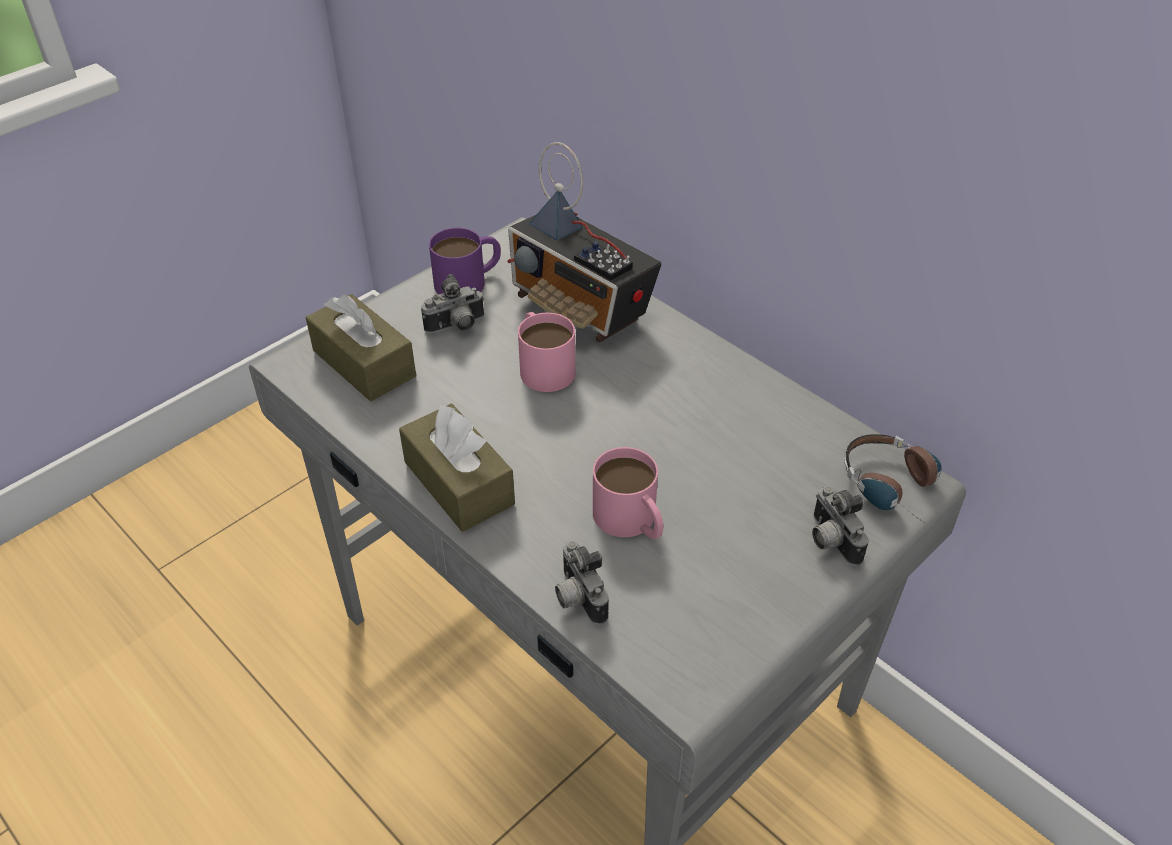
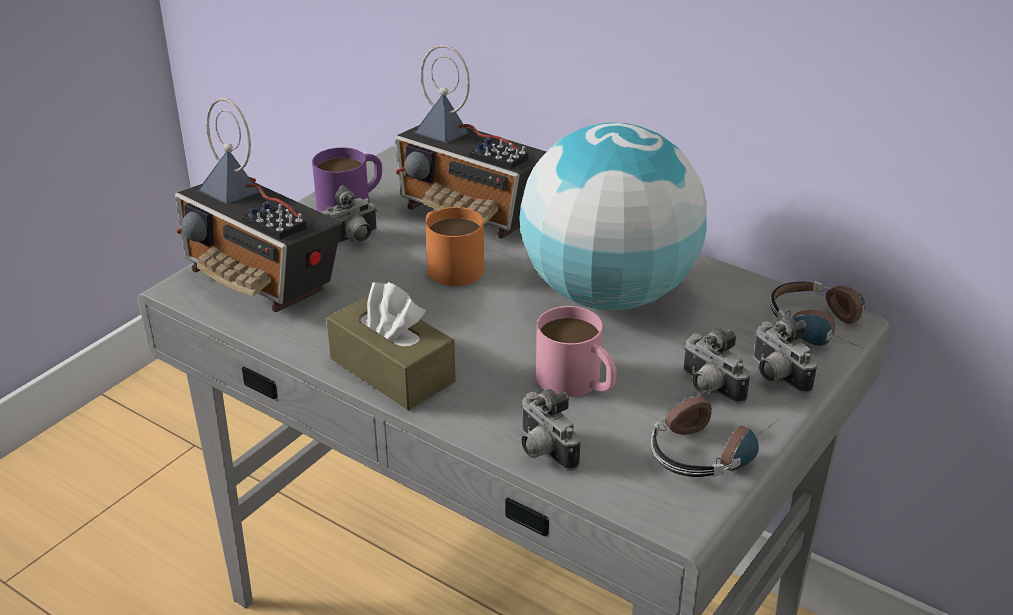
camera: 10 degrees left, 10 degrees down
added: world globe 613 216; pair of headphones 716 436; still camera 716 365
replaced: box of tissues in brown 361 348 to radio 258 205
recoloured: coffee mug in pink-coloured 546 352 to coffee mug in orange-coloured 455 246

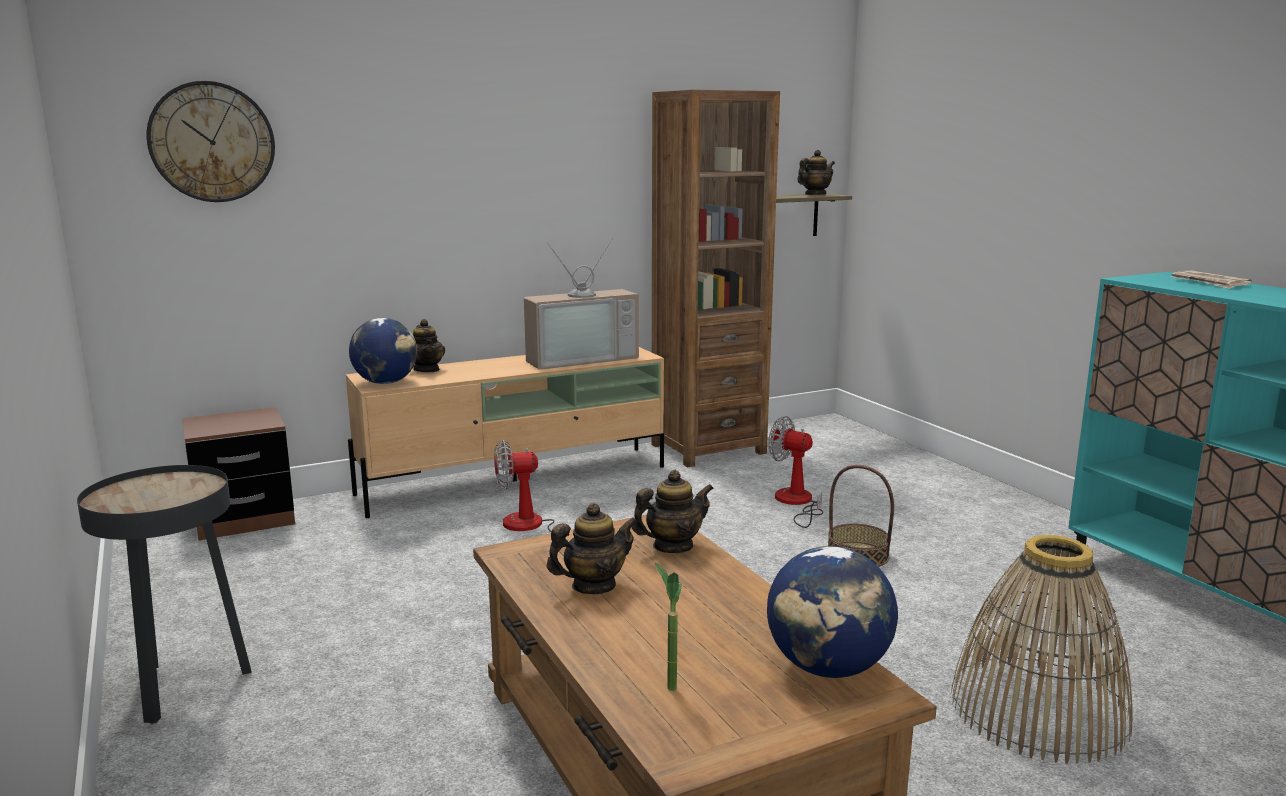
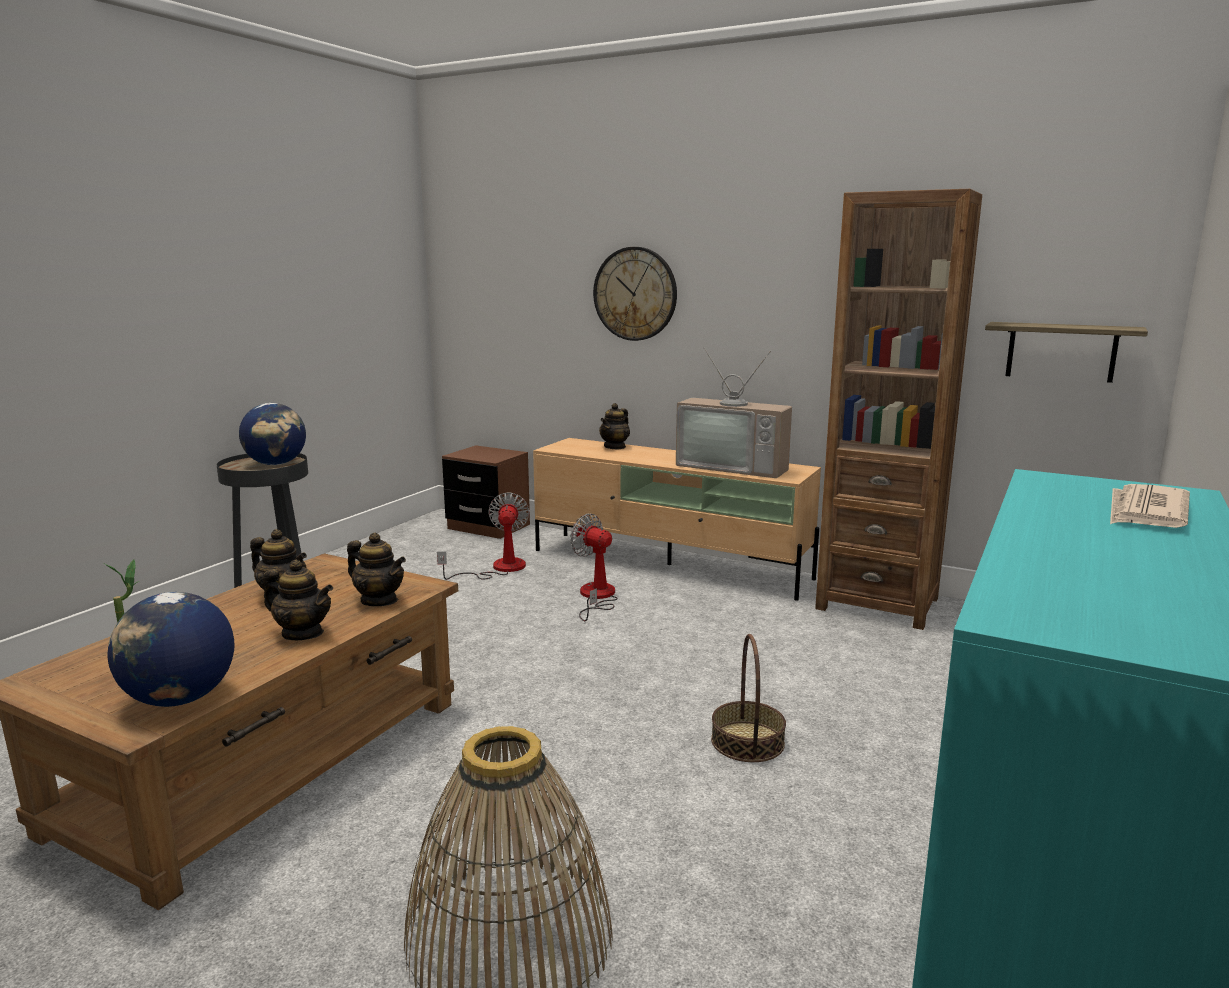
camera: 55 degrees right, 0 degrees up
moved: world globe 383 351 to 272 434; tea pot 816 172 to 298 600; cooling fan 795 472 to 483 536; hanging clock 211 141 to 635 294

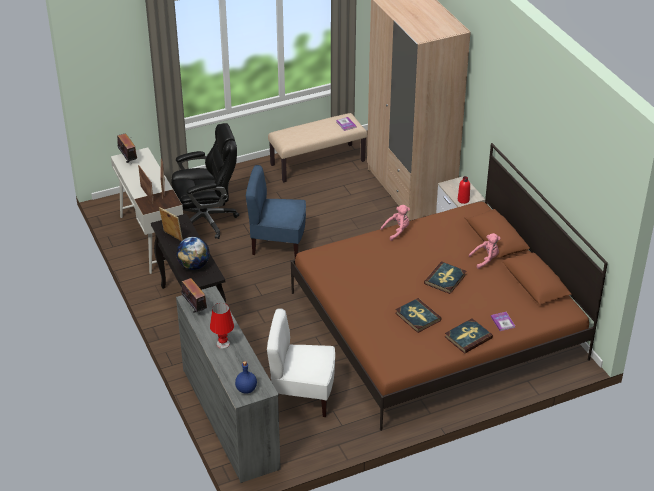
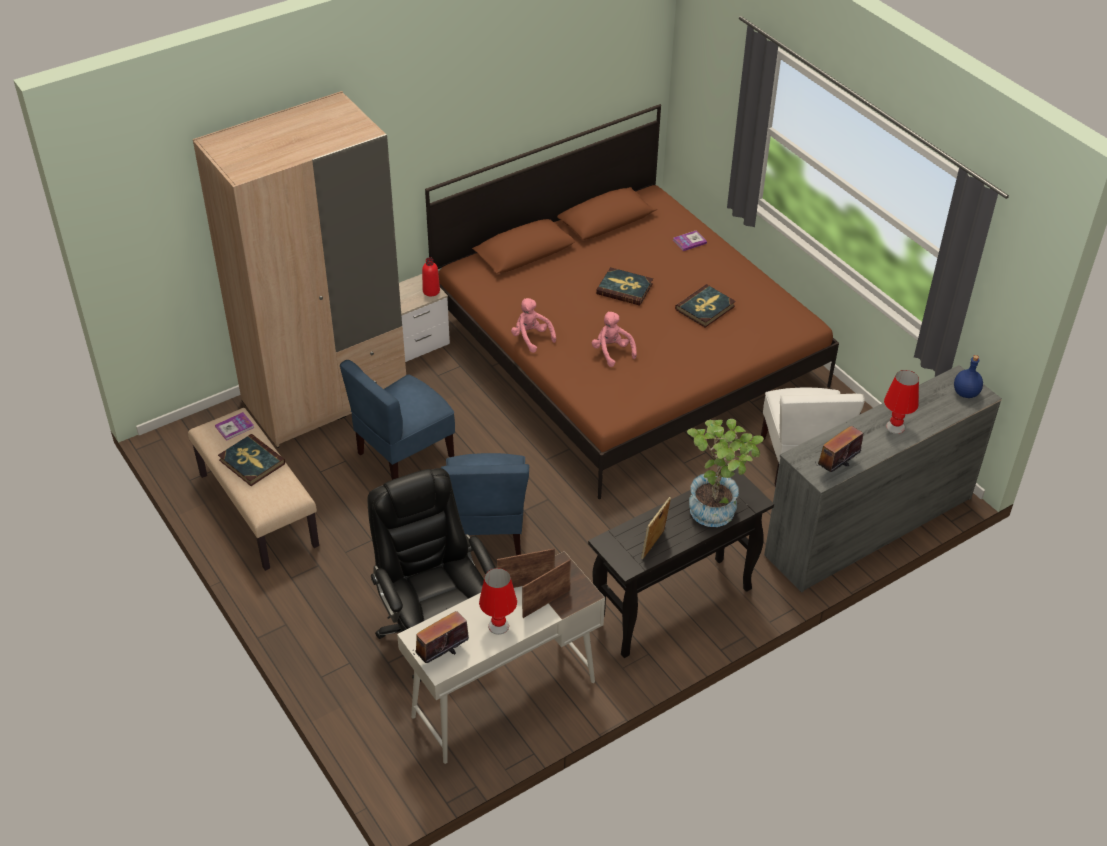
camera: 100 degrees left, 5 degrees up
added: upright chair in bluish 397 420; table lamp in reddish 498 601
moved: bound book 469 335 to 251 460; cuddly toy in pink-coloured 485 251 to 614 339
replaced: world globe 193 253 to houseplant 725 473

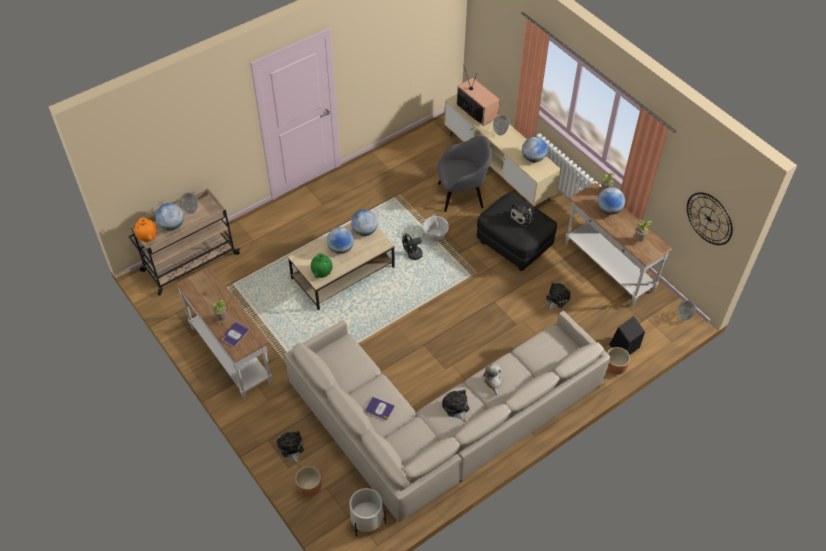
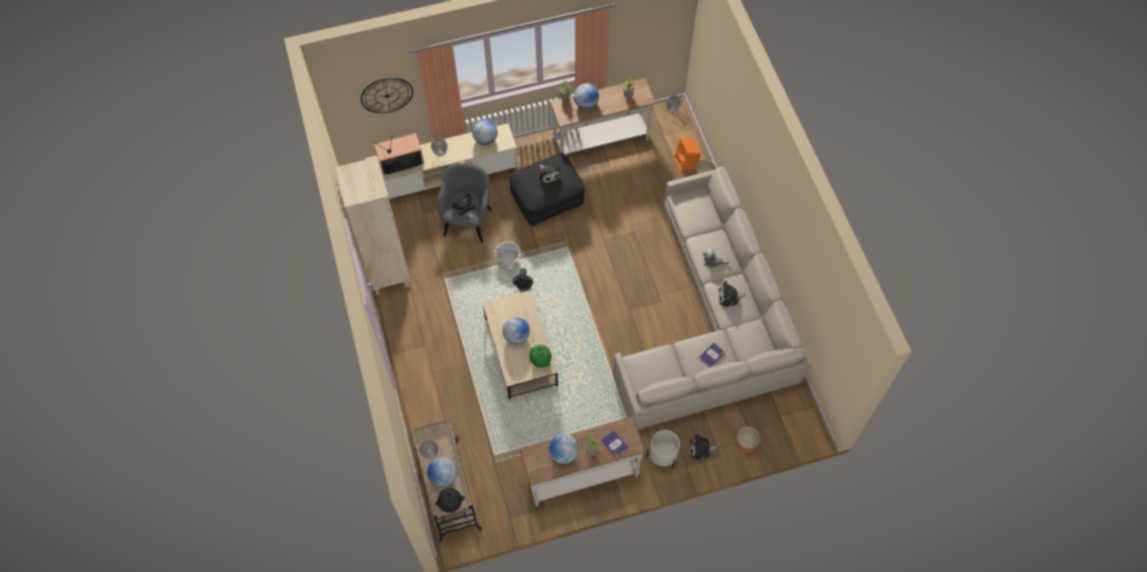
camera: 70 degrees left, 10 degrees up
added: bookcase in sand-coloured 373 226
moved: hanging clock 710 218 to 387 95; cuddly toy 558 296 to 464 205; world globe 364 223 to 564 449; plant pot in white 367 512 to 663 450
recoloured: vase in orange-coloured 145 229 to vase in black-coloured 450 500; loudspeaker in black-coloured 627 335 to loudspeaker in orange-coloured 687 155

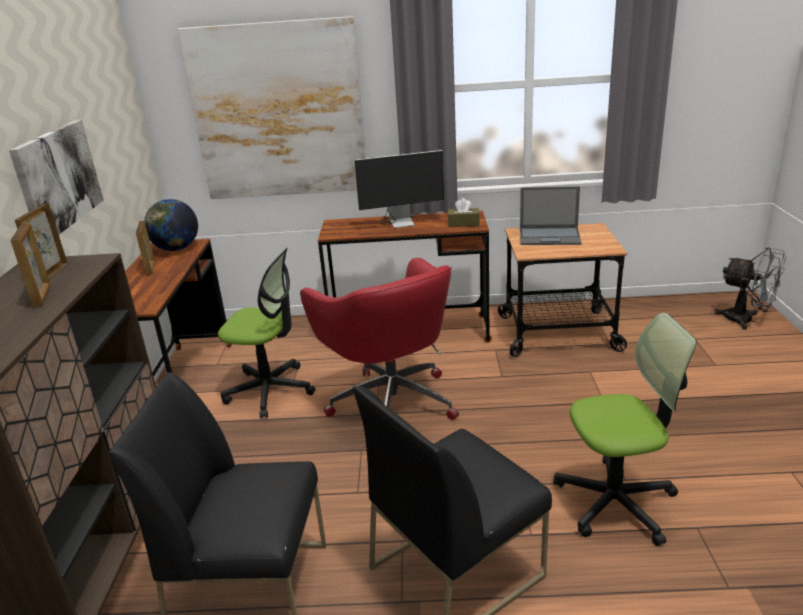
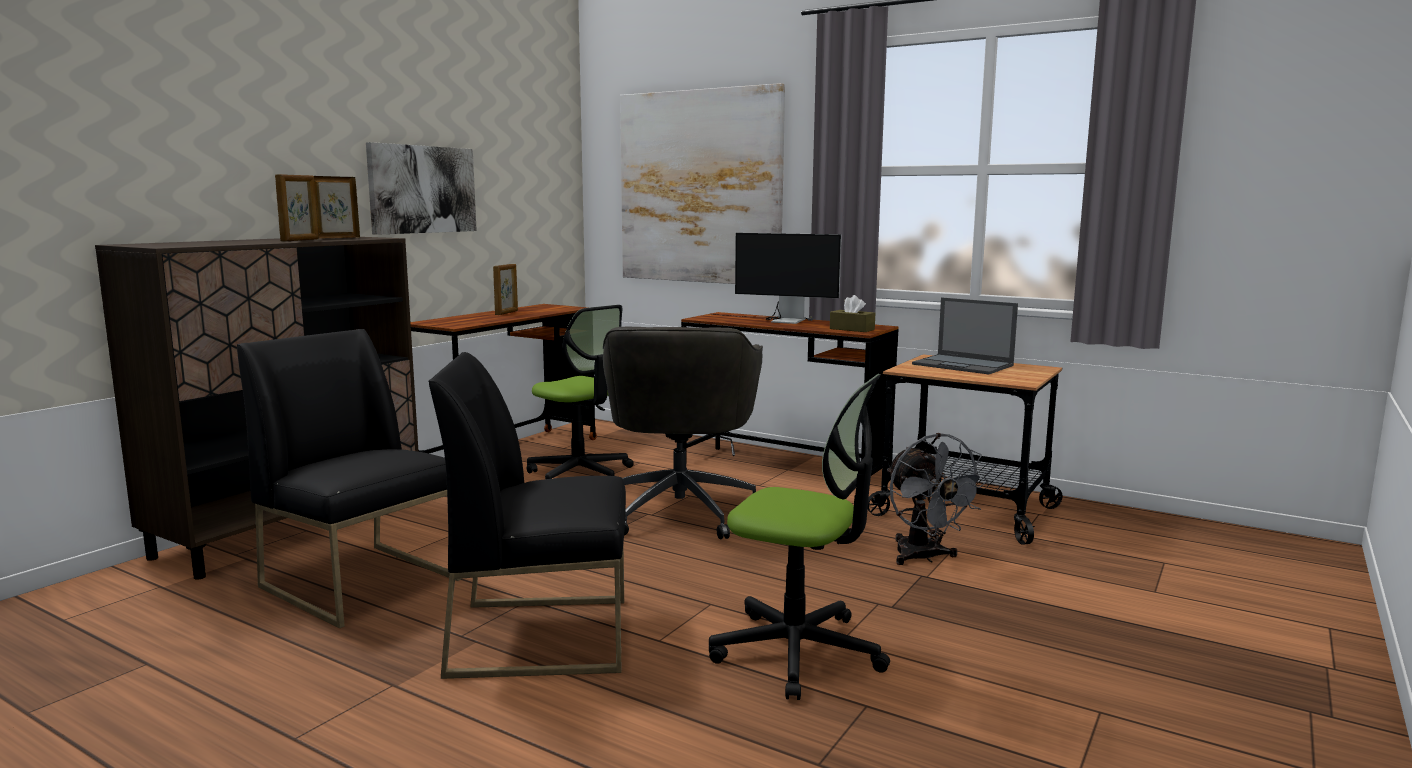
camera: 30 degrees right, 15 degrees down
removed: world globe 171 225
moved: cooling fan in gray 750 288 to 938 499
recoloured: desk chair in reddish 379 339 to desk chair in gray 683 433

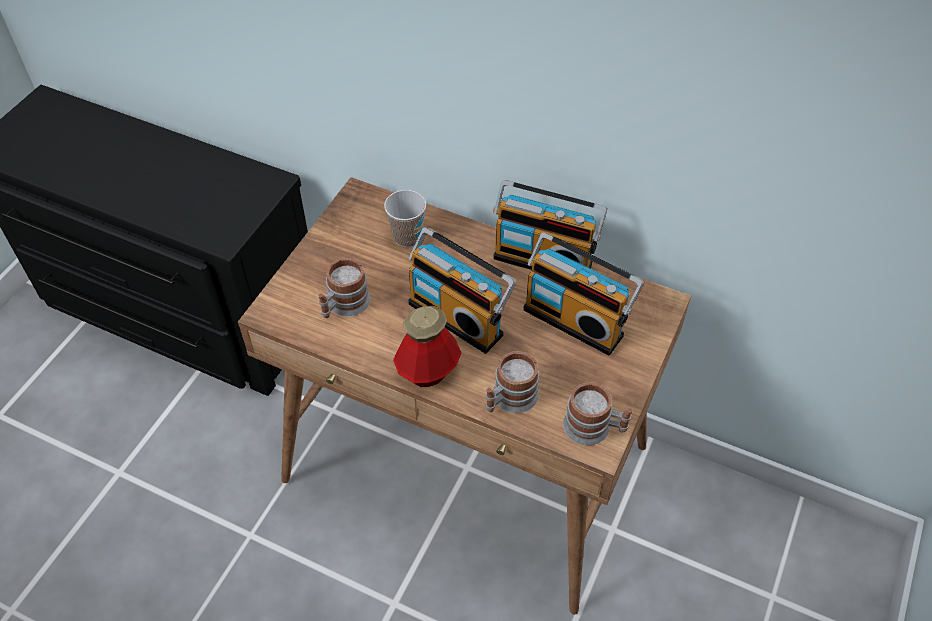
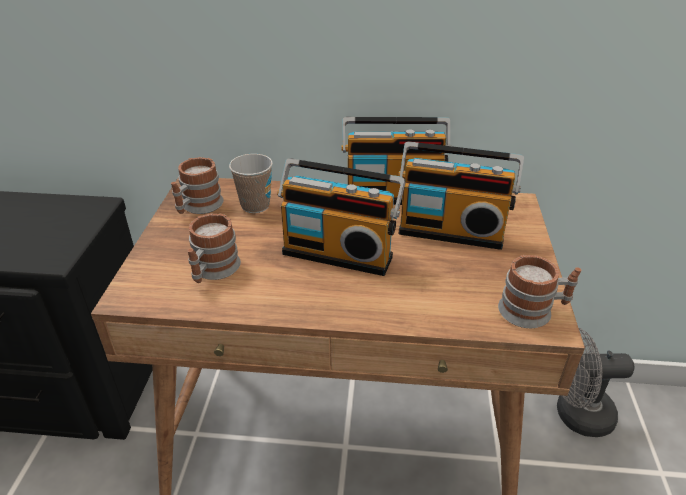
camera: 20 degrees left, 15 degrees down
removed: beverage bottle 427 346
added: cooling fan in gray 595 382
moved: coffee mug 512 382 to 197 185

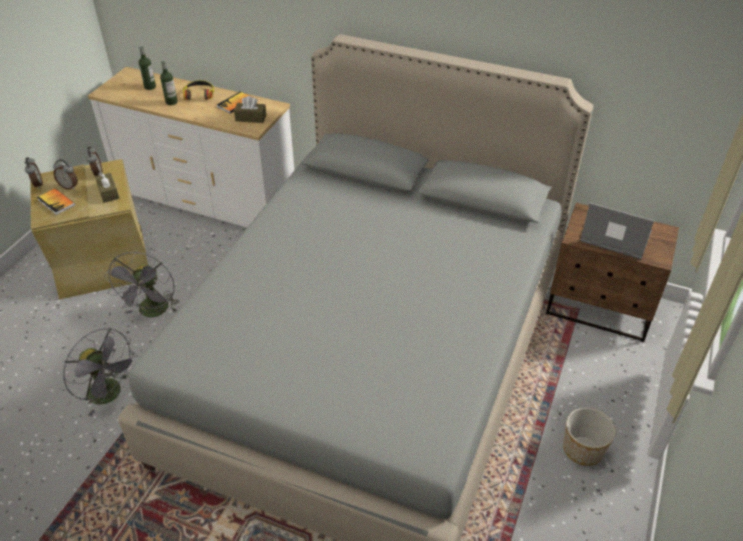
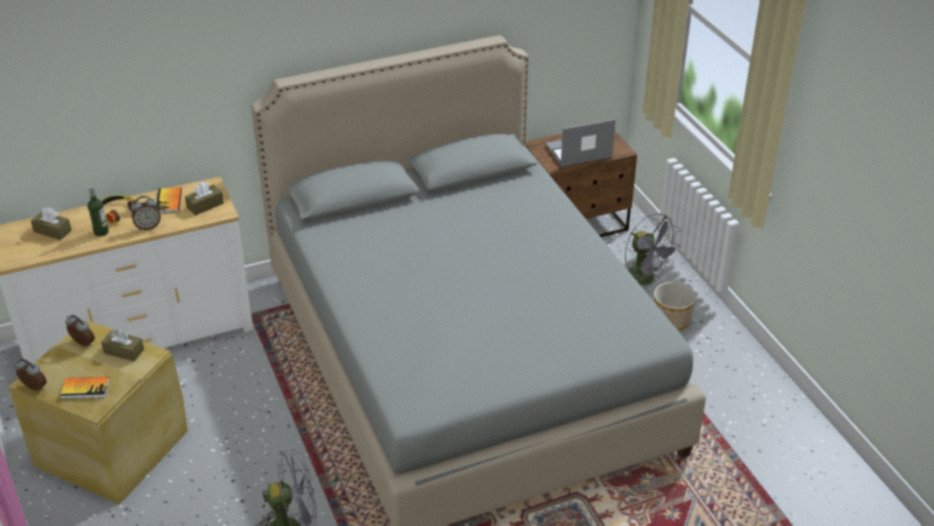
camera: 45 degrees left, 5 degrees down
moved: alarm clock 65 174 to 146 213; cooling fan in gray 141 284 to 653 249
replaced: beverage bottle 147 67 to box of tissues in brown 51 223

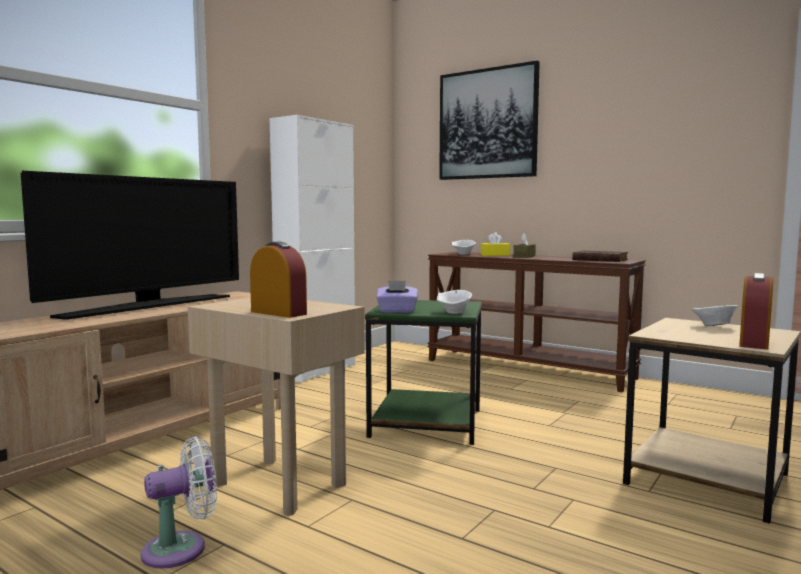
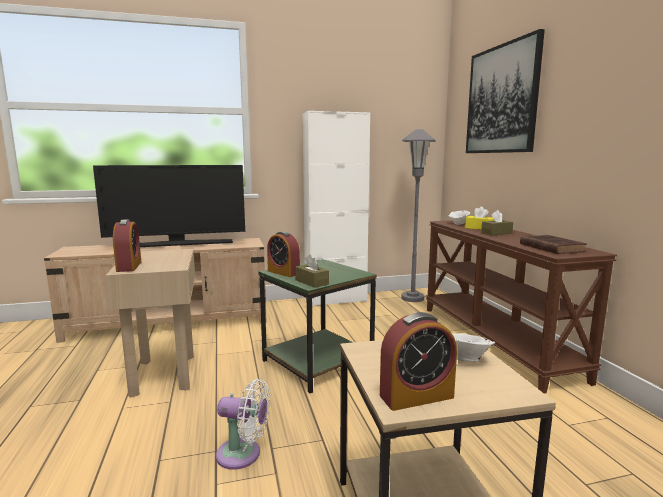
camera: 40 degrees right, 5 degrees up
added: standard lamp in gray 418 215
moved: cooling fan in white 179 503 to 243 424
replaced: box of tissues in purplish 397 296 to alarm clock 283 254; serving bowl in white 454 302 to box of tissues in brown 312 271

